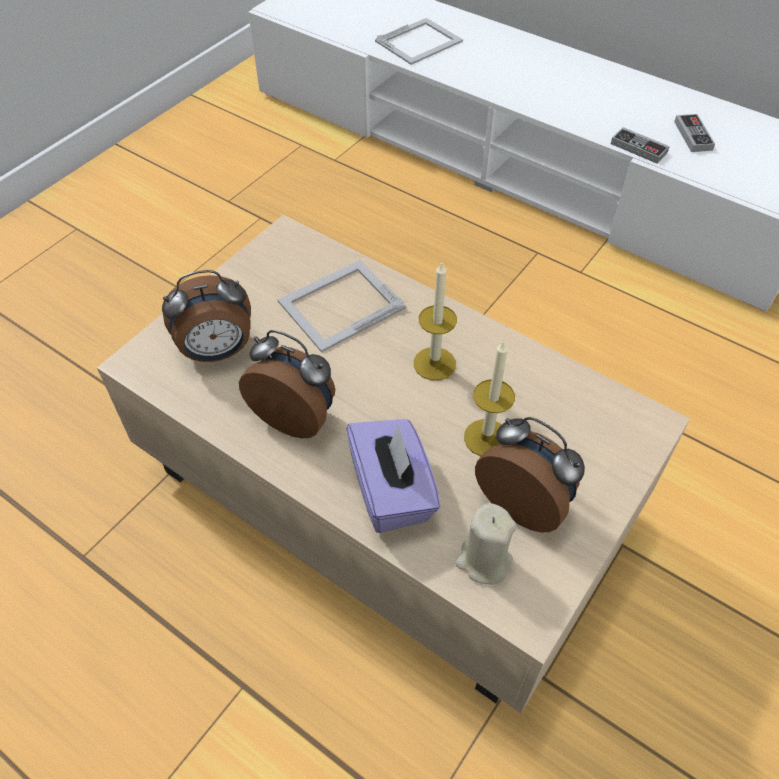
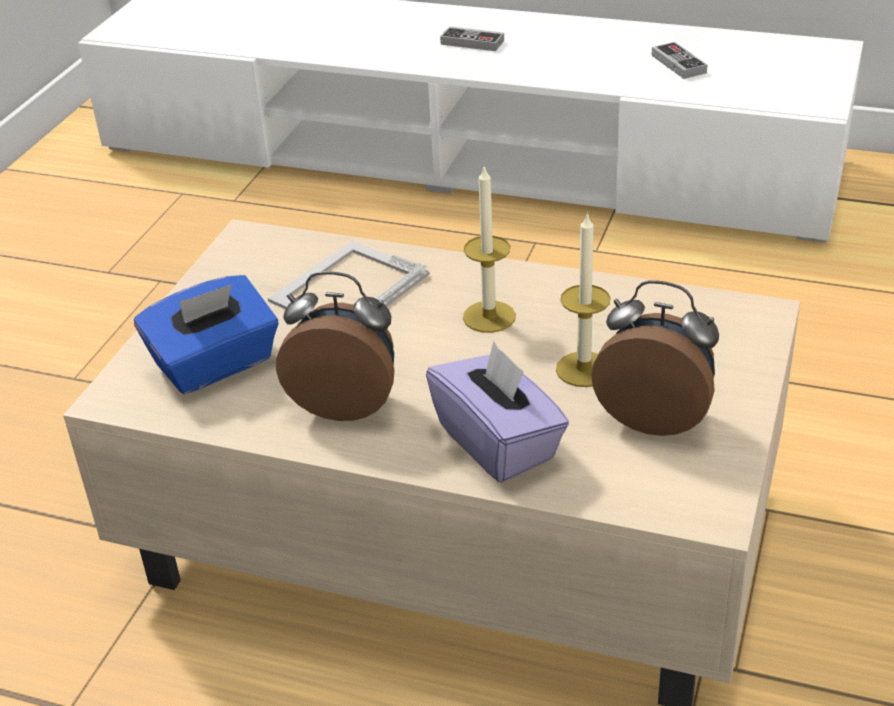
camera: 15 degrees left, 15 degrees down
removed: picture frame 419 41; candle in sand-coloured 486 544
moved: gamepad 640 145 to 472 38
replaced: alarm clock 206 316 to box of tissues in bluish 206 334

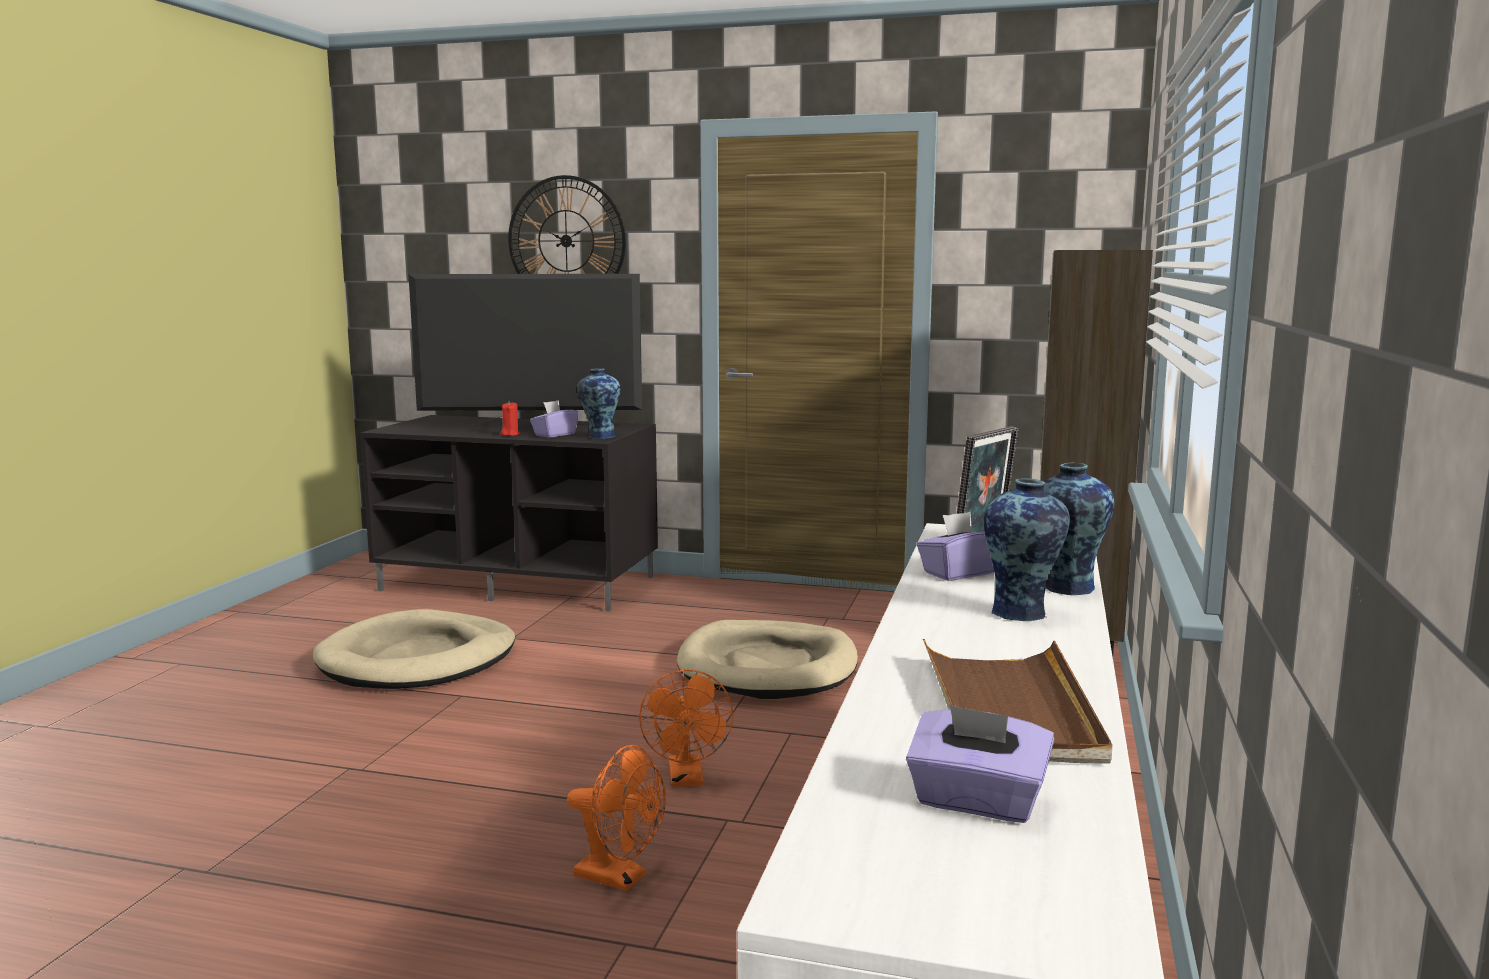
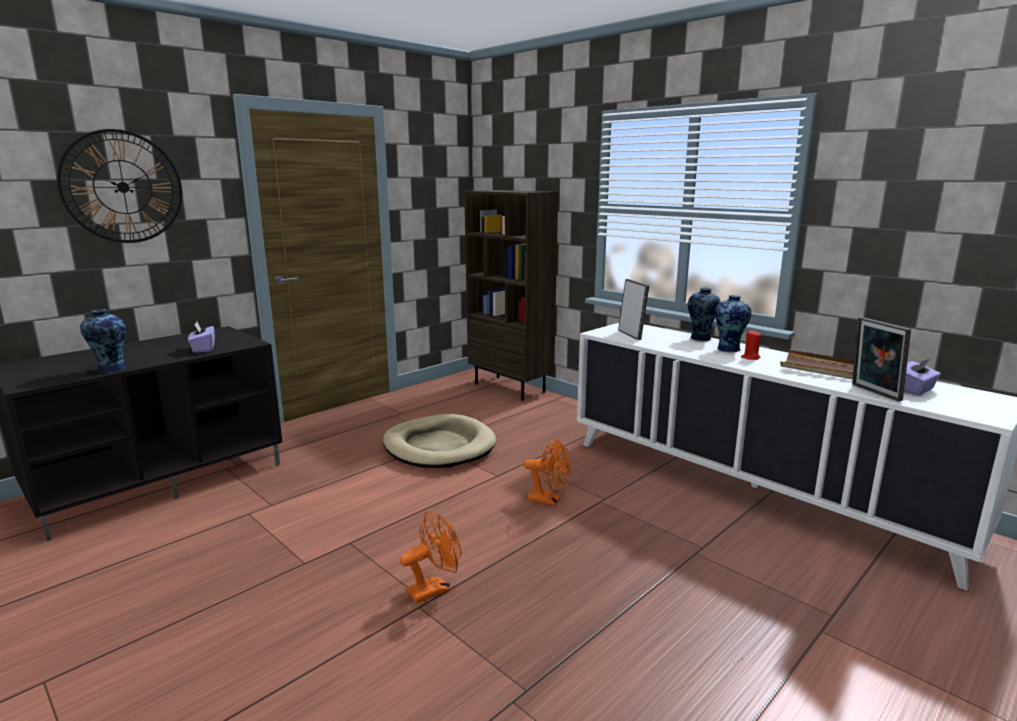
camera: 60 degrees left, 5 degrees up
removed: dog bed in sand-coloured 414 649; television 525 350; box of tissues in purplish 955 546
added: picture frame 881 359
moved: vase 598 403 to 103 341; cooling fan in orange-coloured 616 818 to 431 557; candle in reddish 510 419 to 751 345

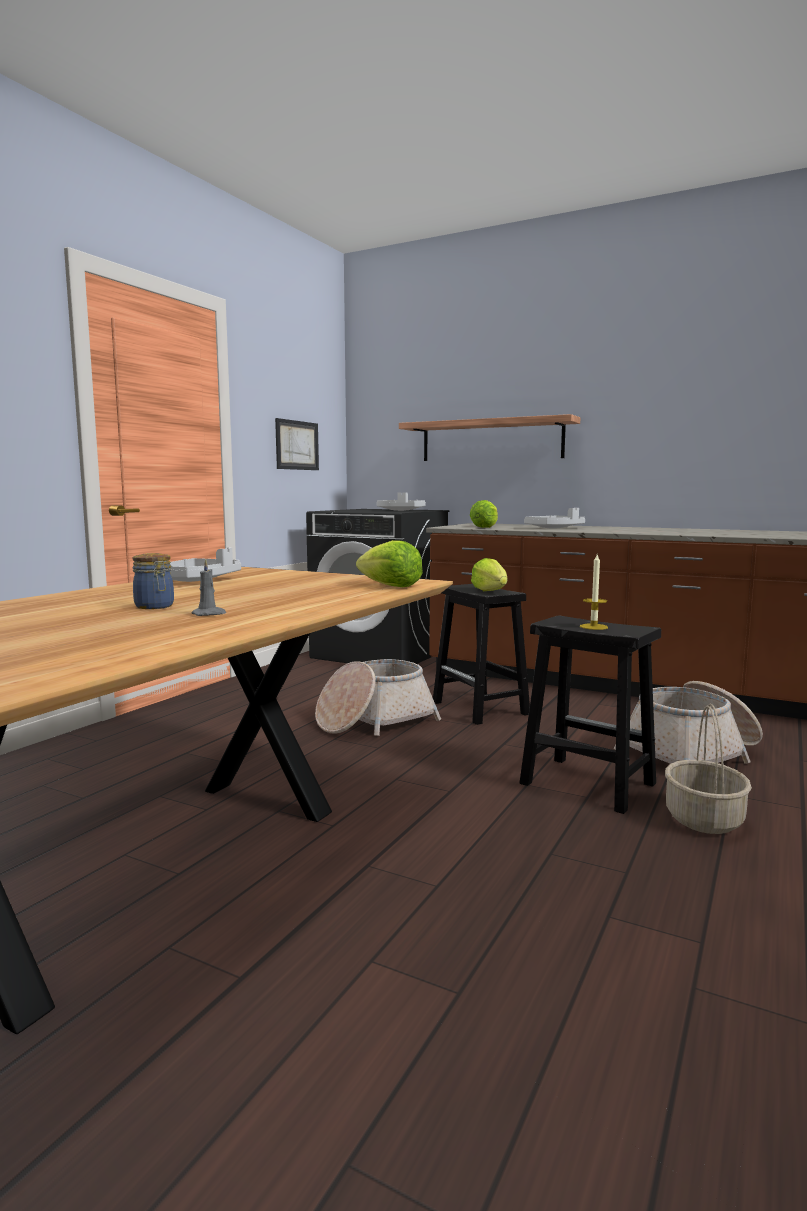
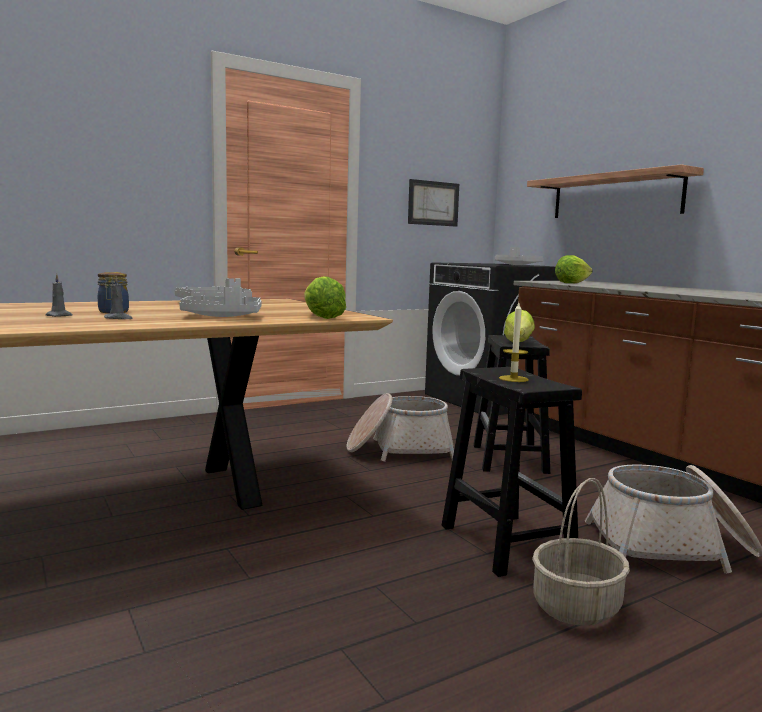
camera: 30 degrees right, 0 degrees up
added: candle in gray 59 295
moved: tray in gray 554 518 to 220 302

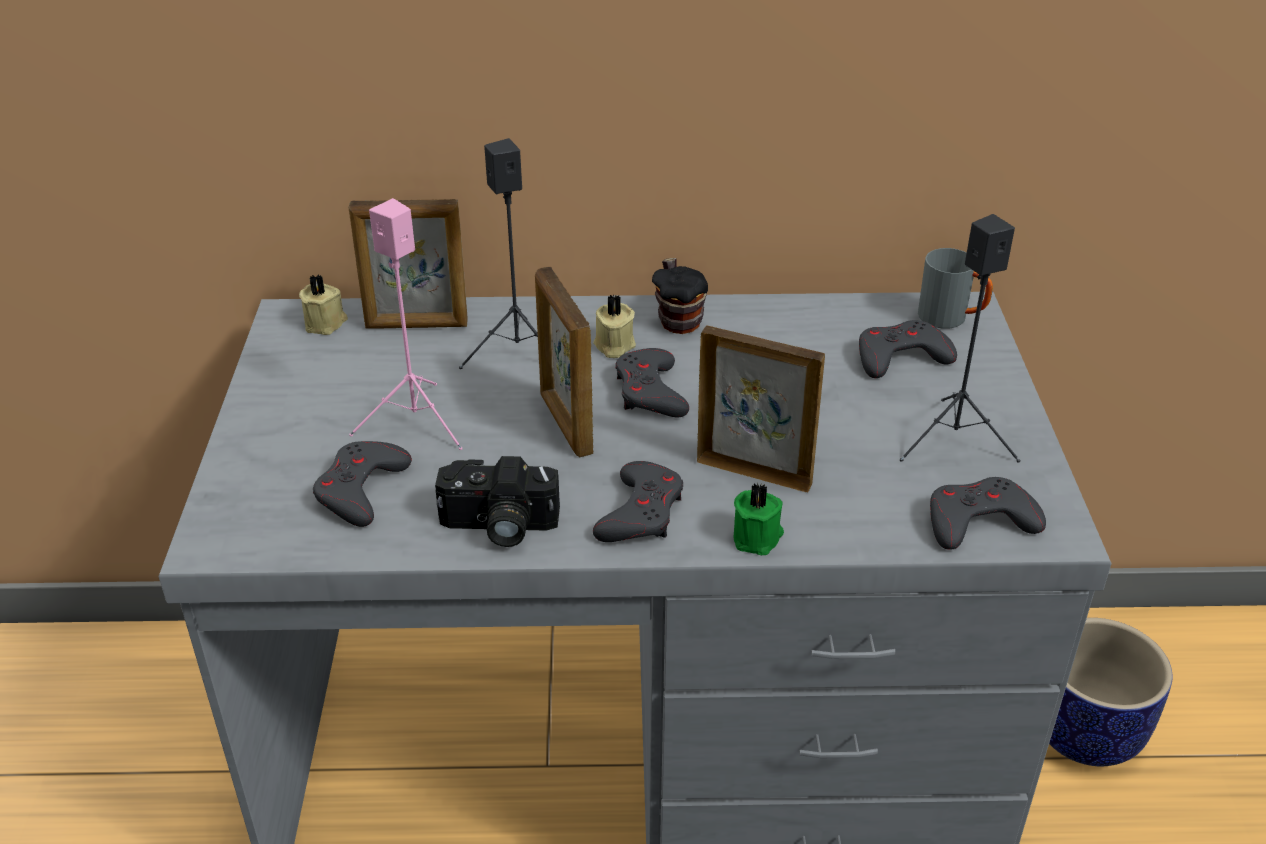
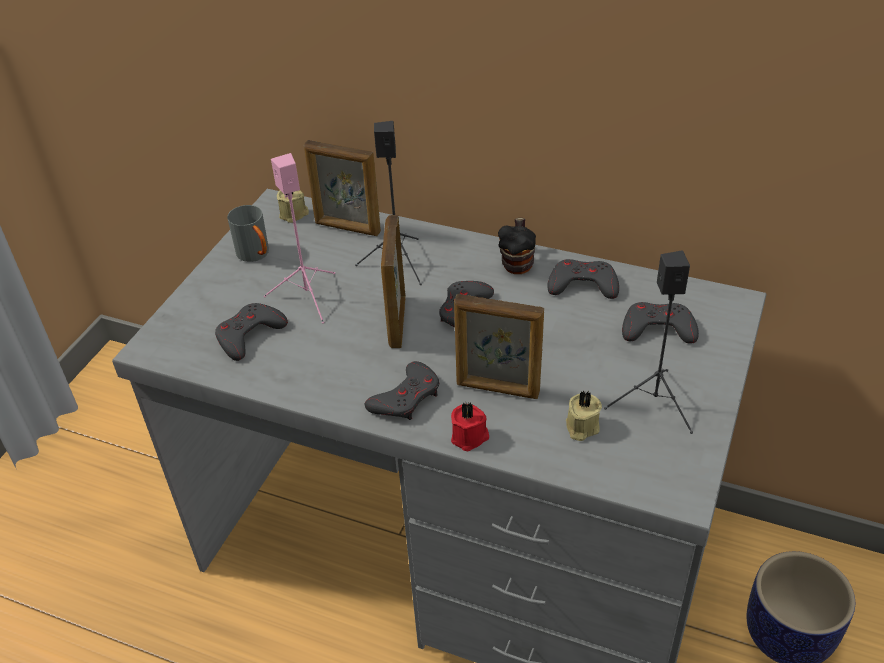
camera: 25 degrees right, 5 degrees up
removed: still camera 497 501
moved: coffee mug in gray 955 288 to 248 233; gamepad in gray 988 513 to 583 279; candle in sand-coloured 614 326 to 584 415
recoloured: candle in green-coloured 758 518 to candle in reddish 470 427
turned: picture frame 761 409 = 499 346 150 degrees clockwise

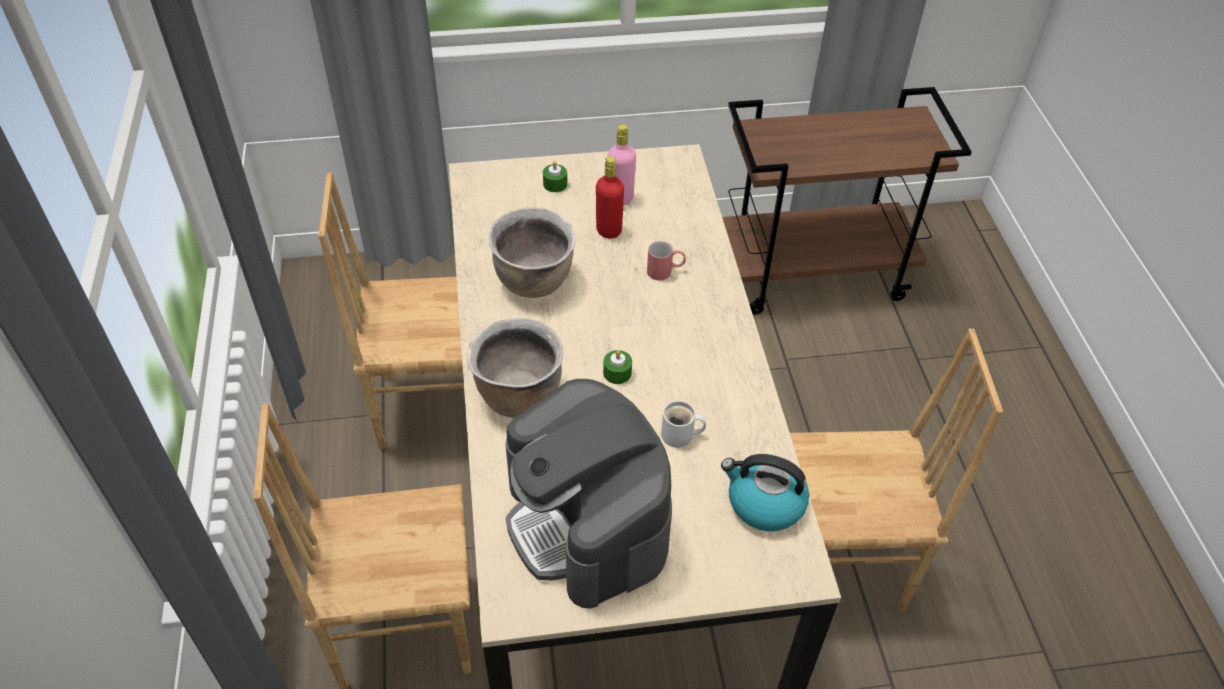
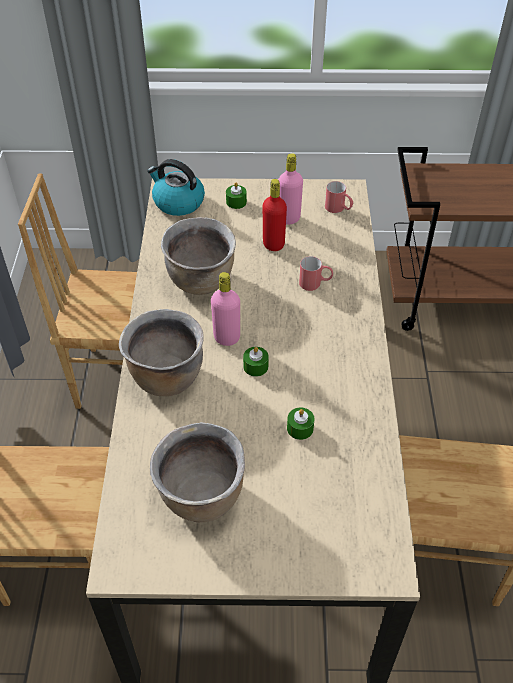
camera: 10 degrees right, 0 degrees up
added: beverage bottle in pink-coloured 225 309; coffee mug in reddish 339 197
moved: water kettle 765 492 to 176 187
replaced: coffee machine 588 494 to cooking pot in brown 197 472; coffee mug in white 683 424 to candle in green-coloured 301 424

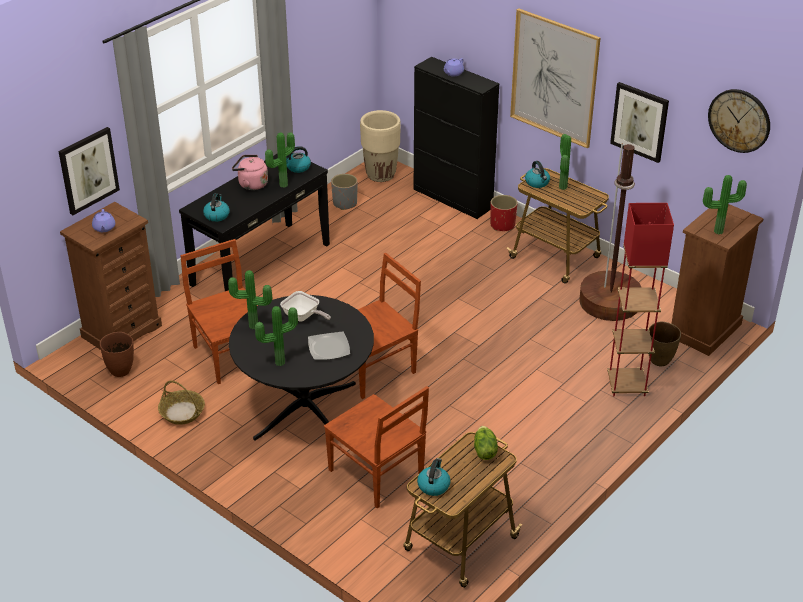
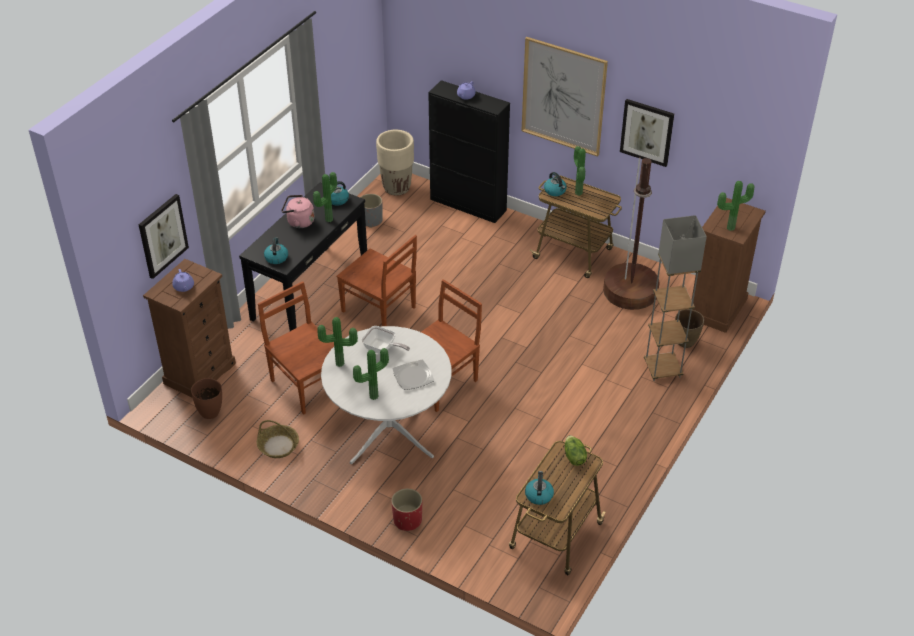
camera: 10 degrees left, 5 degrees up
removed: hanging clock 739 121
moved: upright chair in brown 376 447 to 377 280; plant pot in reddish 504 213 to 406 509
recoloured: dinner table in black-coloured 301 367 to dinner table in white 386 395; standard lamp in reddish 640 299 to standard lamp in gray 675 298

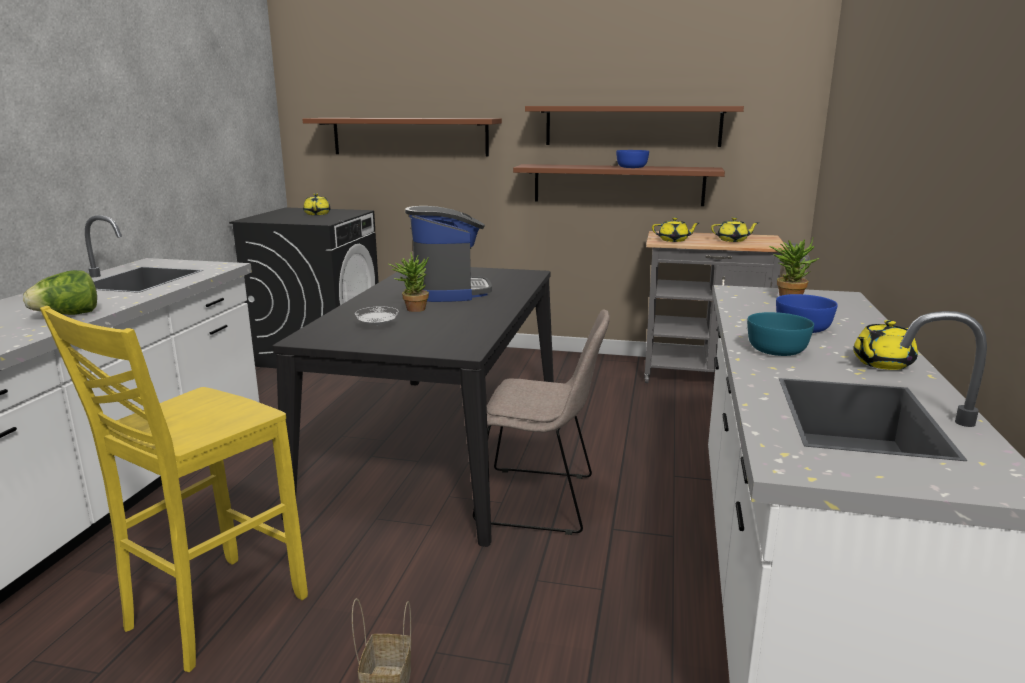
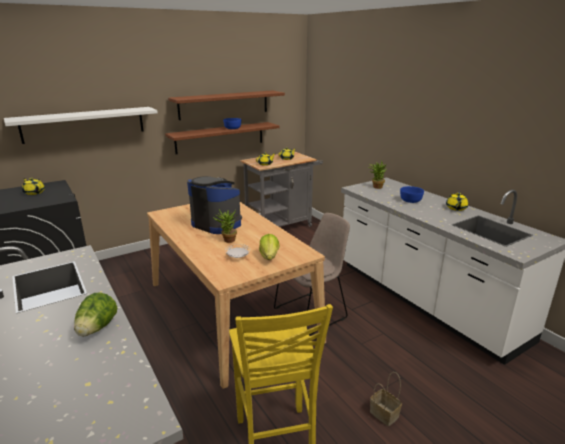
camera: 45 degrees left, 5 degrees up
removed: serving bowl in turquoise-coloured 780 334
added: lettuce 269 247
recoloured: bracket shelf in brown 402 137 to bracket shelf in white 81 125; dinner table in black-coloured 413 407 to dinner table in sand-coloured 236 295

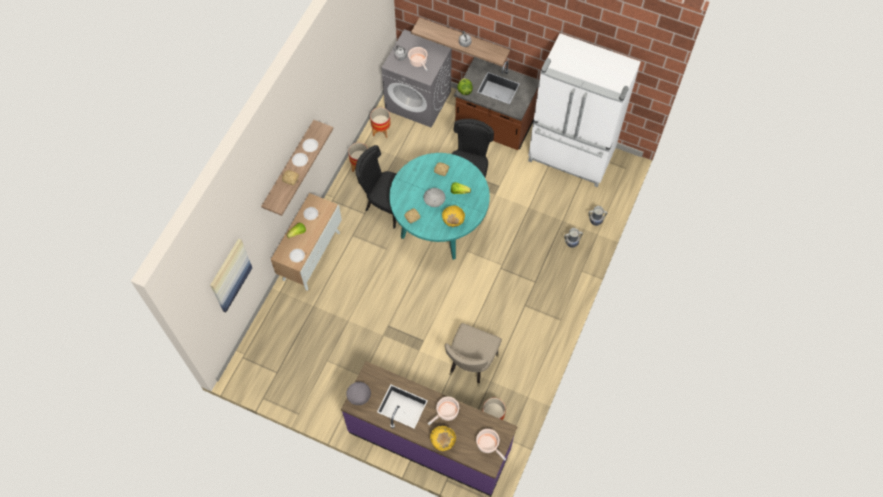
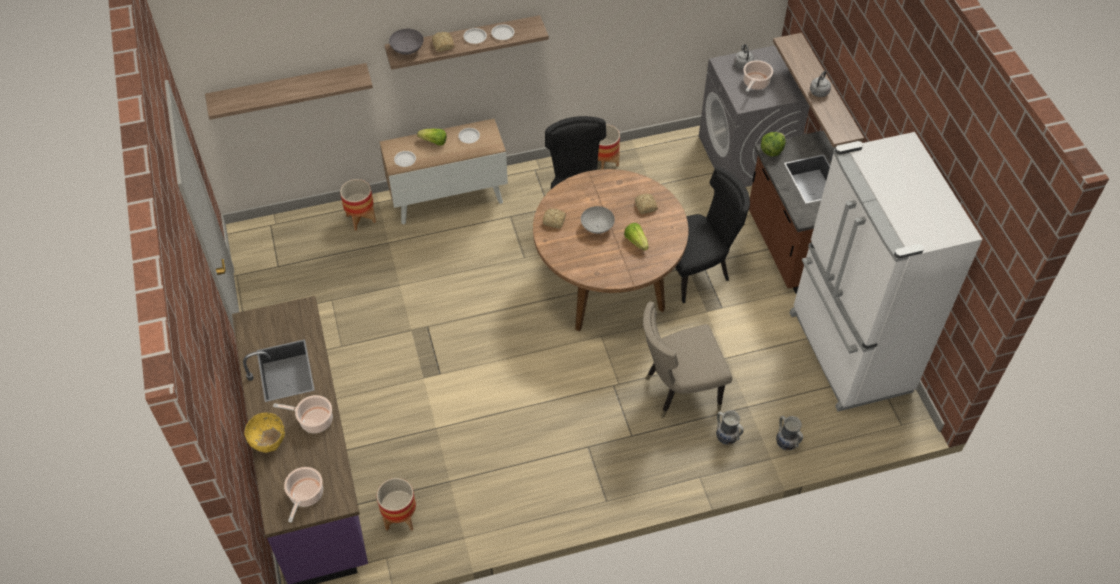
camera: 50 degrees right, 10 degrees down
removed: serving bowl in yellowish 453 216
moved: plant pot 380 122 to 358 205; serving bowl in gray 358 393 to 406 42; upright chair in sand-coloured 473 355 to 687 360
replaced: picture 231 275 to bracket shelf 289 91
recoloured: dinner table in turquoise-coloured 439 206 to dinner table in brown 610 250

